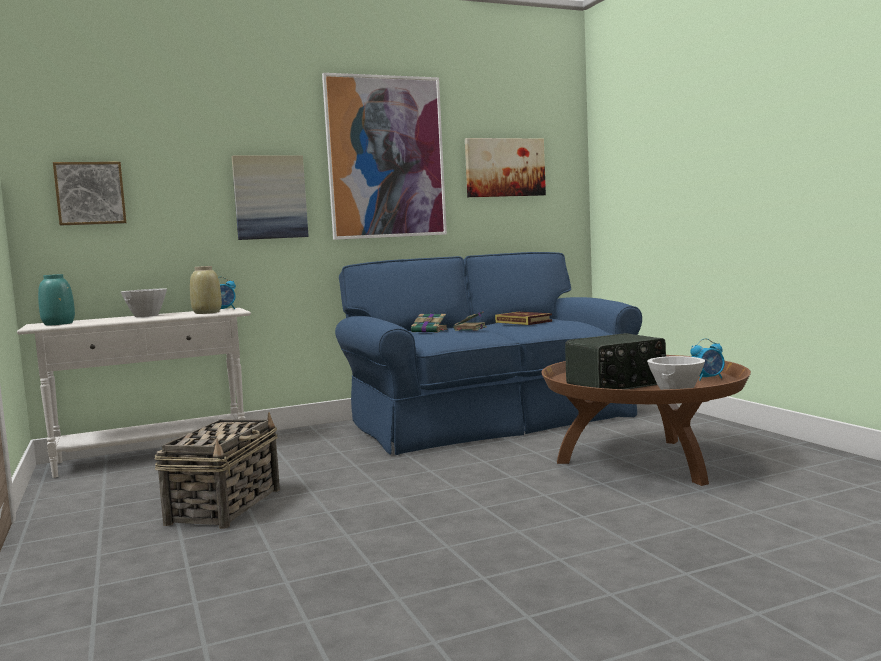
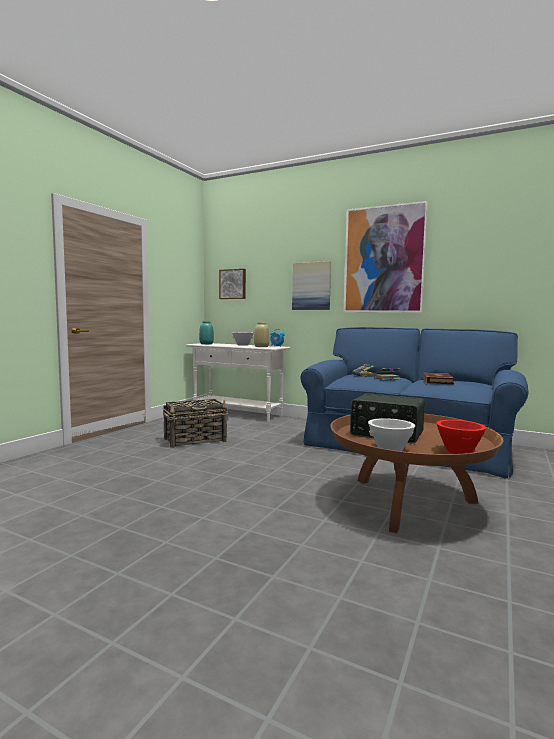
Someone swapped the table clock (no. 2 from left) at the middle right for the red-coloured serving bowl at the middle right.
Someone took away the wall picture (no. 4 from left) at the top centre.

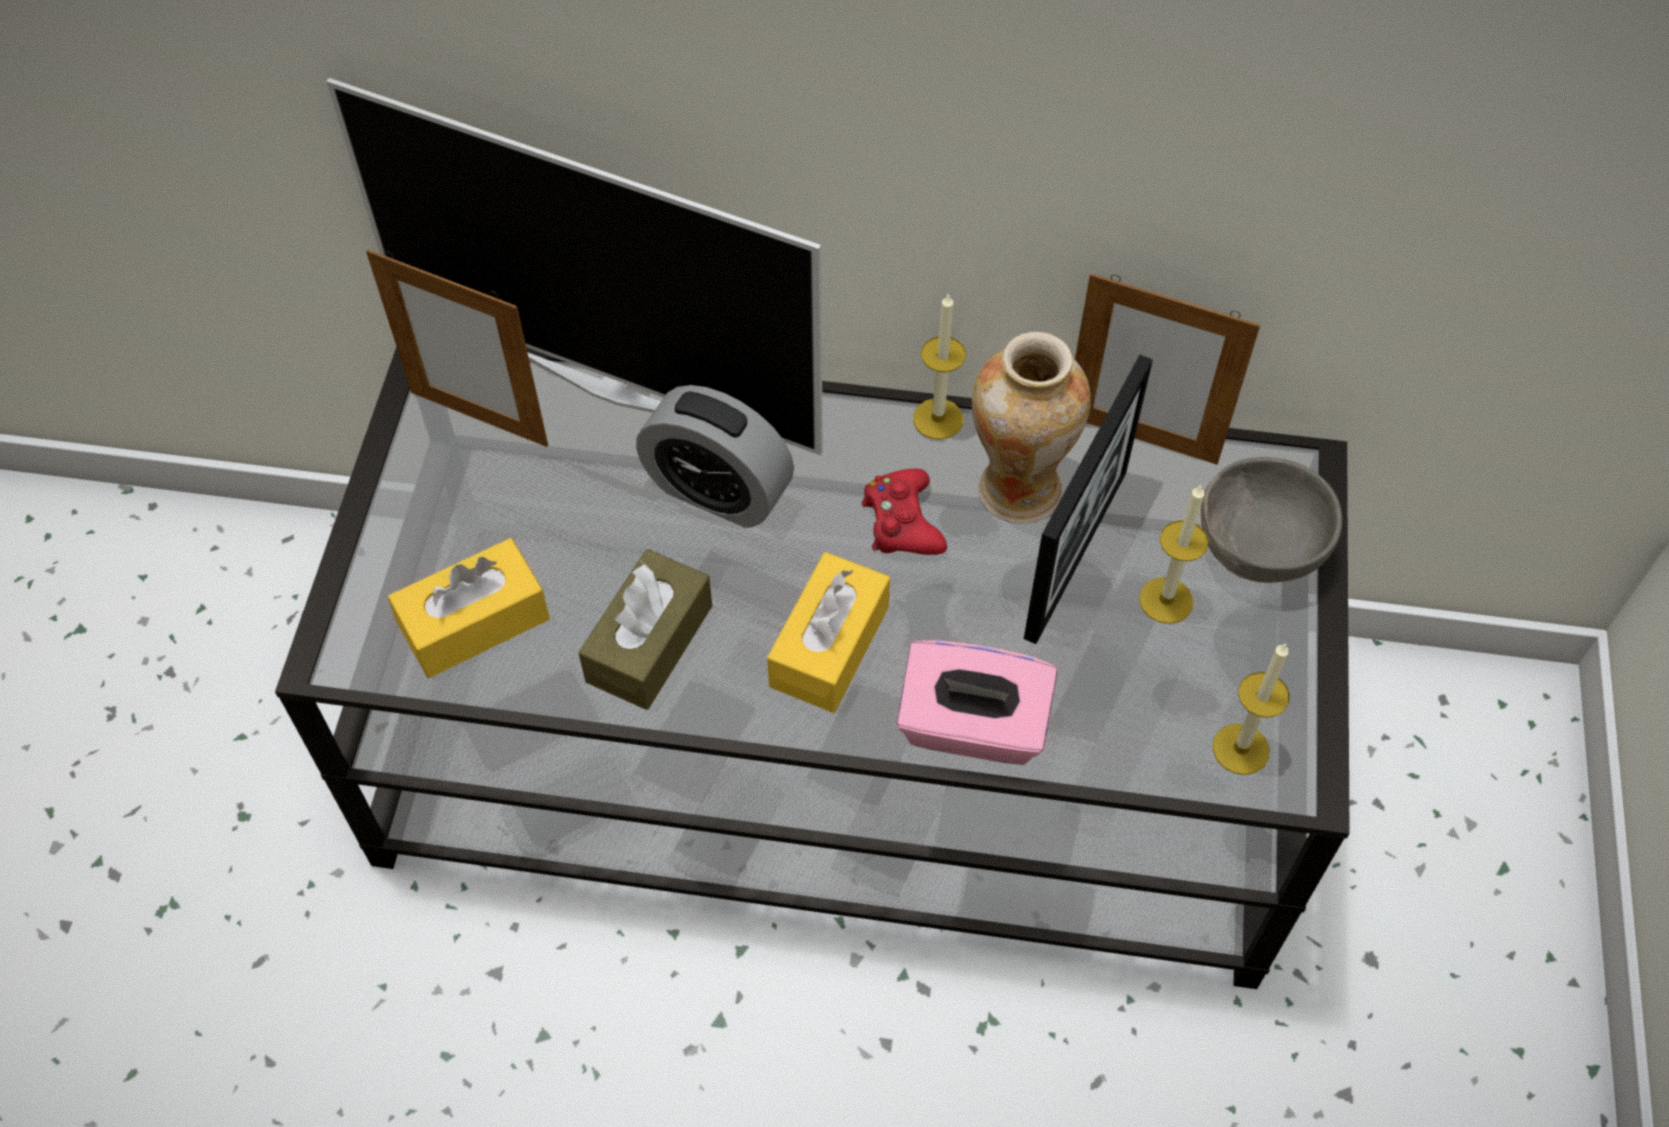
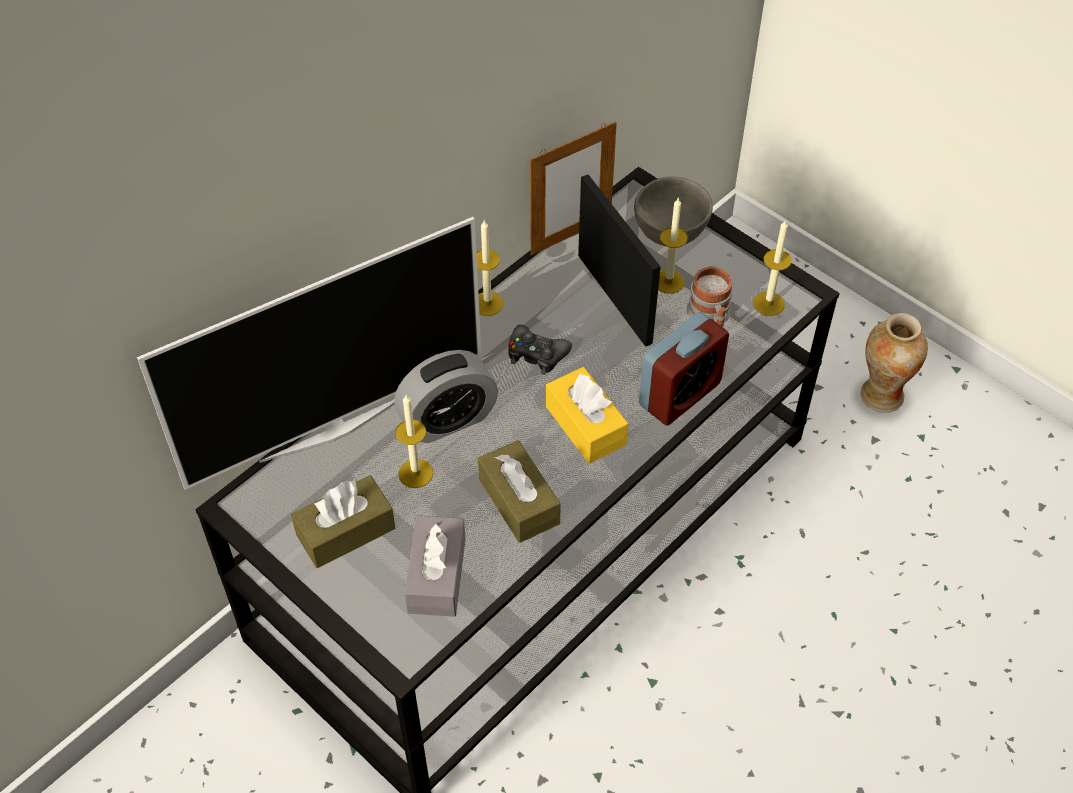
Someone put down the brownish box of tissues (no. 1 from left) at the middle left.
Someone put down the candle (no. 1 from left) at the centre.
Someone repainted the yellowish box of tissues (no. 1 from left) at the middle left, which became the greyish box of tissues at the bottom centre.
Someone repainted the red-coloured game controller at the centre, which became the black game controller at the centre.
Someone swapped the pink-coloured box of tissues at the centre for the table clock (no. 2 from left) at the centre.
Someone put down the coffee mug at the centre.
Someone carried the decorative vase from the centre to the middle right.
Someone took away the photo frame (no. 1 from left) at the top left.

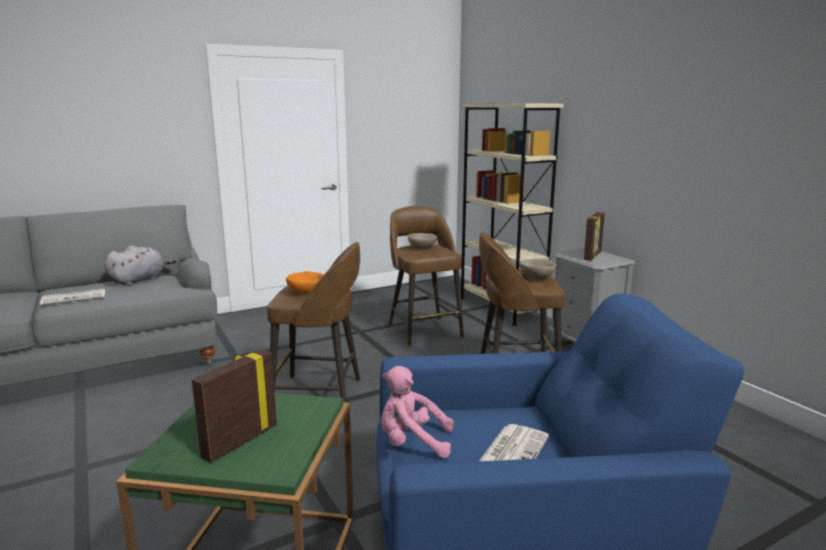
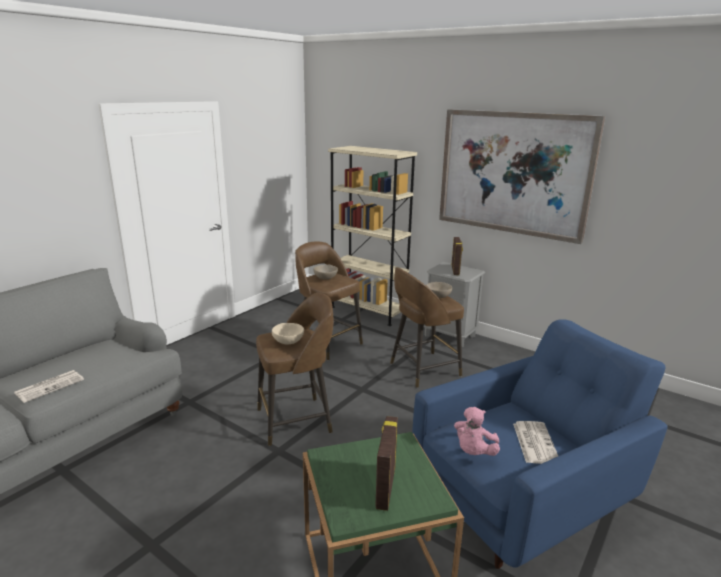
Someone repainted the orange-coloured serving bowl at the centre, which became the sand-coloured serving bowl (no. 1 from left) at the centre.
Someone put up the wall picture at the top right.
Someone rotated the pink-coloured soft toy at the bottom centre by 45 degrees counterclockwise.
Someone took away the greyish soft toy at the middle left.

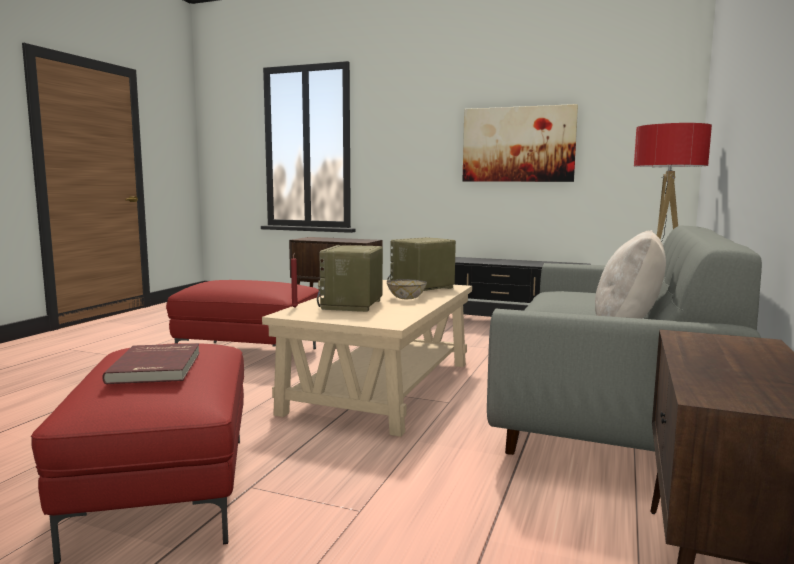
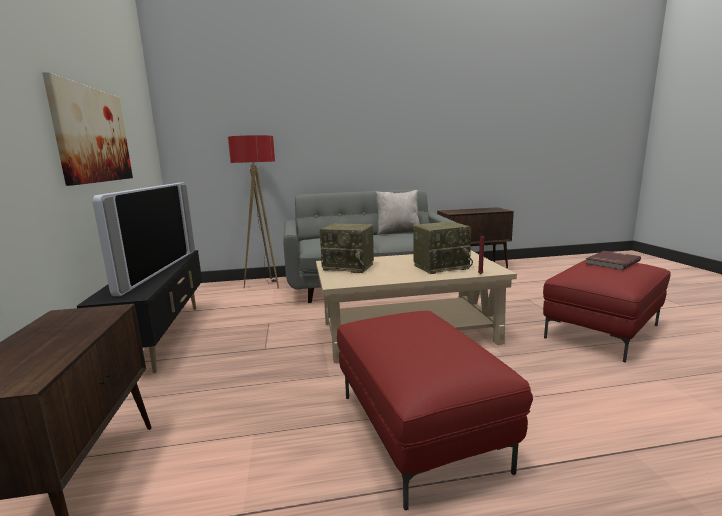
Someone put down the TV set at the middle left.
Someone took away the serving bowl at the centre.

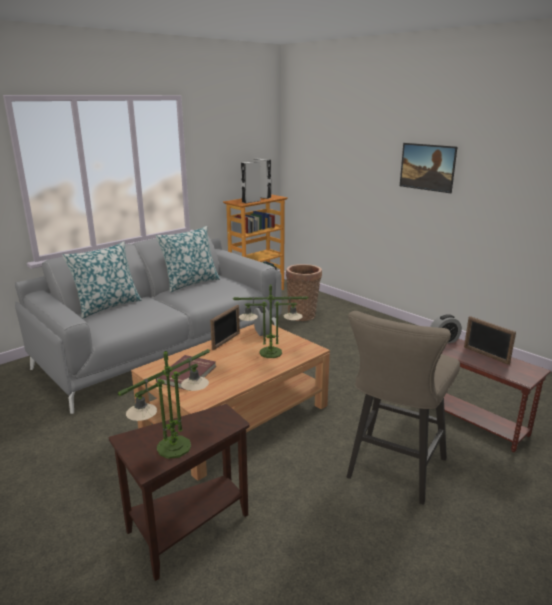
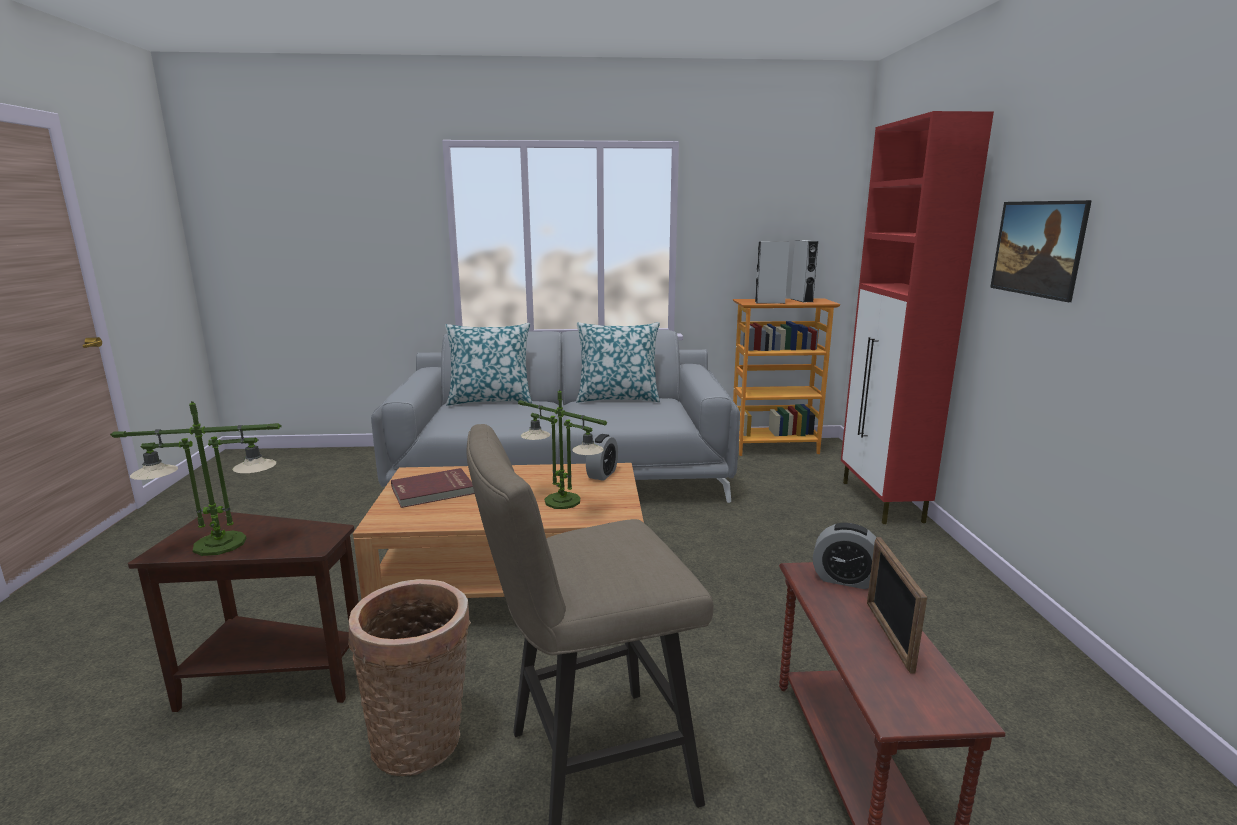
Someone carried the storage basket from the centre to the bottom left.
Someone put down the red-coloured storage cabinet at the middle right.
Someone took away the photo frame (no. 1 from left) at the centre.

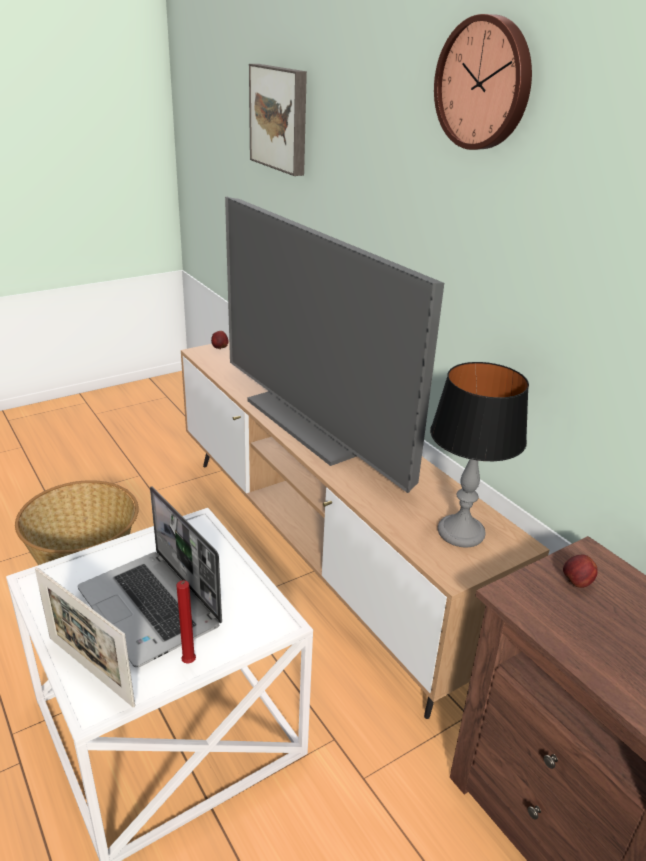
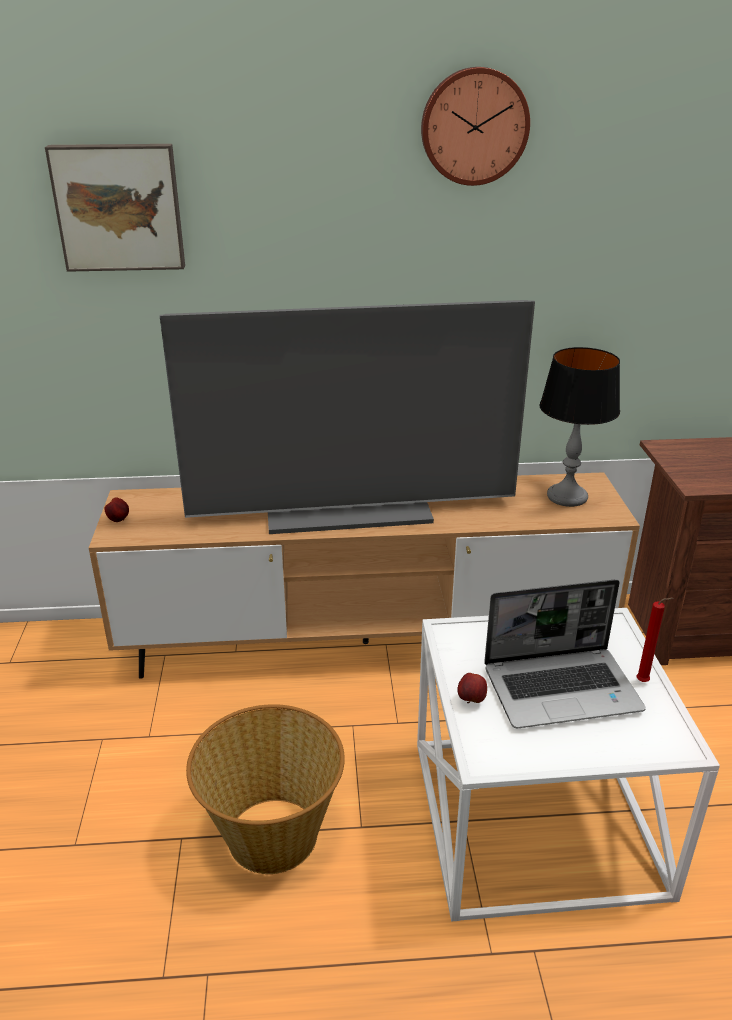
Someone carried the apple (no. 2 from left) from the middle right to the bottom centre.
Someone took away the photo frame at the bottom left.

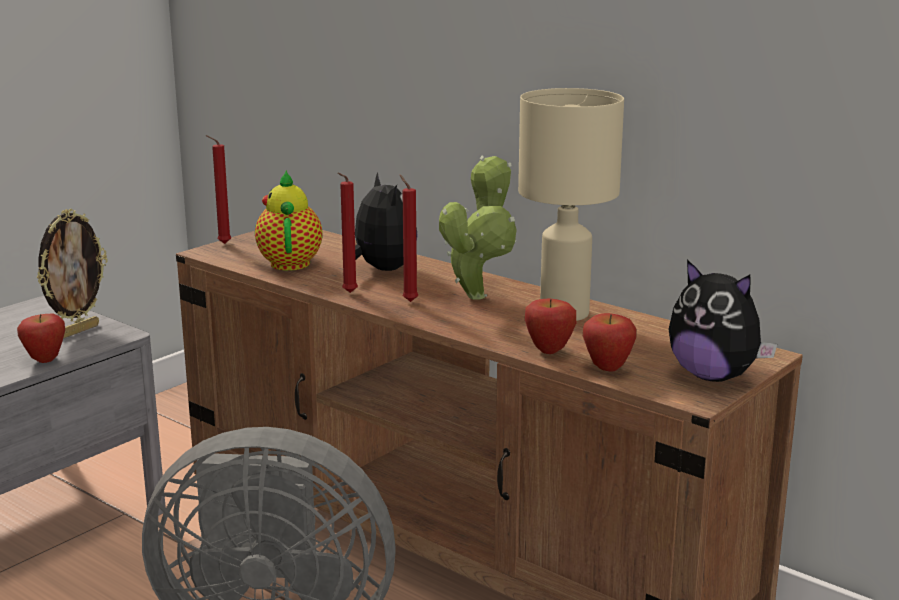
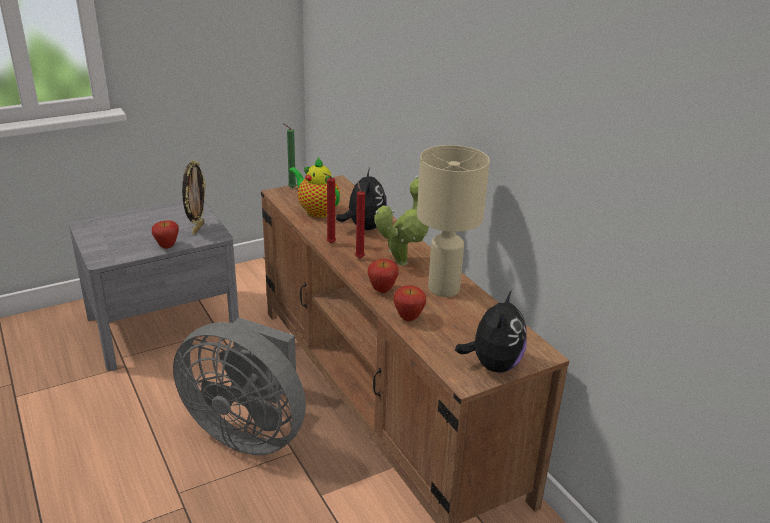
Someone rotated the photo frame at the middle left by 45 degrees counterclockwise.
Someone repainted the red-coloured candle (no. 1 from left) at the top left, which became the green-coloured candle at the top centre.
Someone rotated the pot for tea at the middle left by 60 degrees counterclockwise.
Someone carried the apple (no. 3 from left in the first image) from the middle right to the centre.
Someone rotated the soft toy (no. 2 from left) at the middle right by 135 degrees counterclockwise.

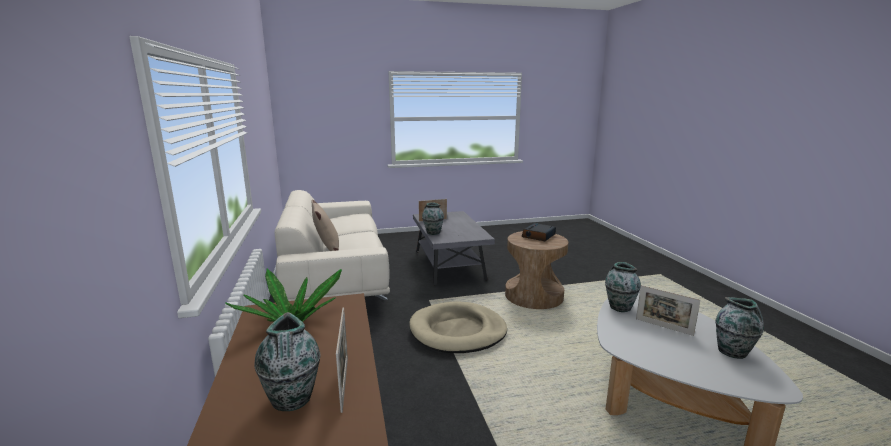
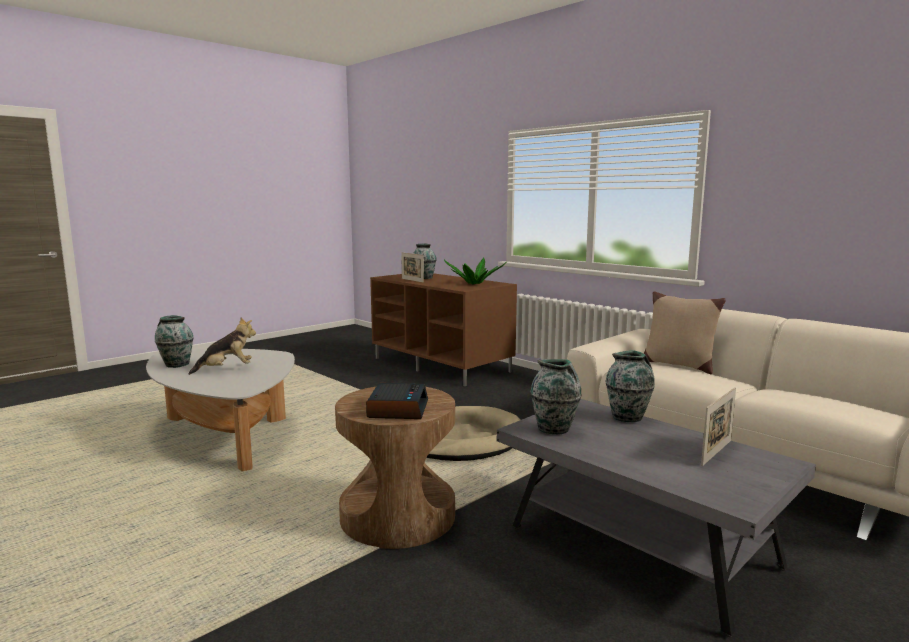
Someone swapped the photo frame (no. 3 from left) at the bottom right for the soft toy at the middle left.
Someone carried the decorative vase (no. 3 from left) from the middle right to the centre.

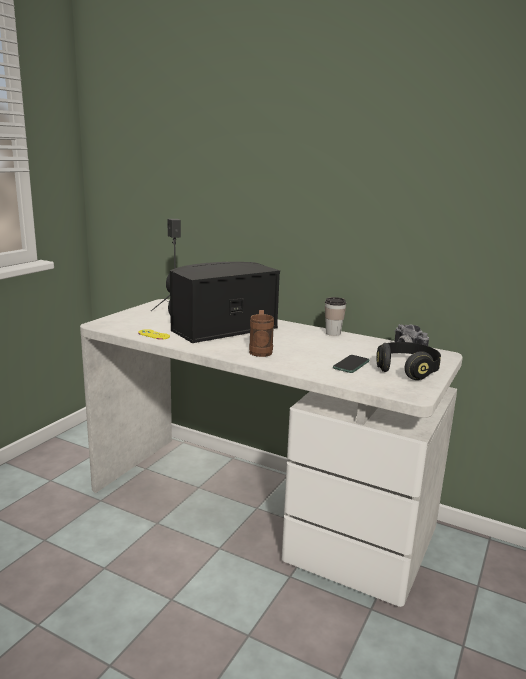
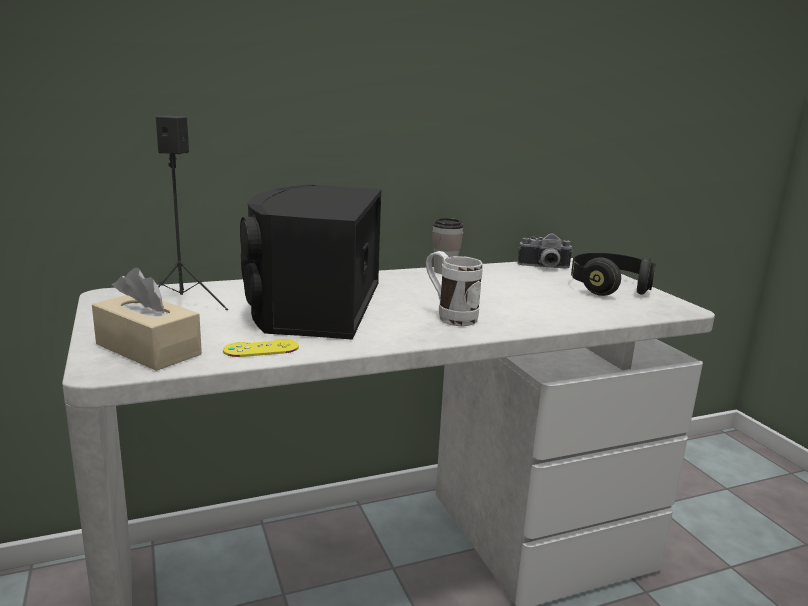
Someone put down the sand-coloured box of tissues at the middle left.
Someone repainted the brownish coffee mug at the centre, which became the white coffee mug at the centre.
Someone took away the telephone at the middle right.

